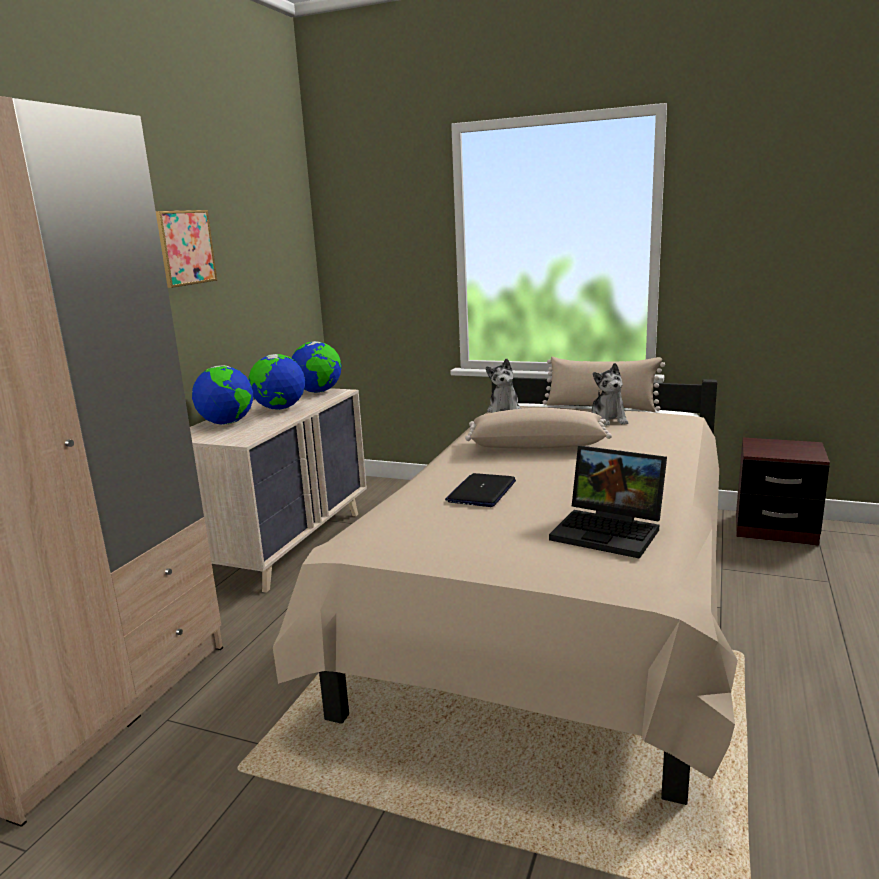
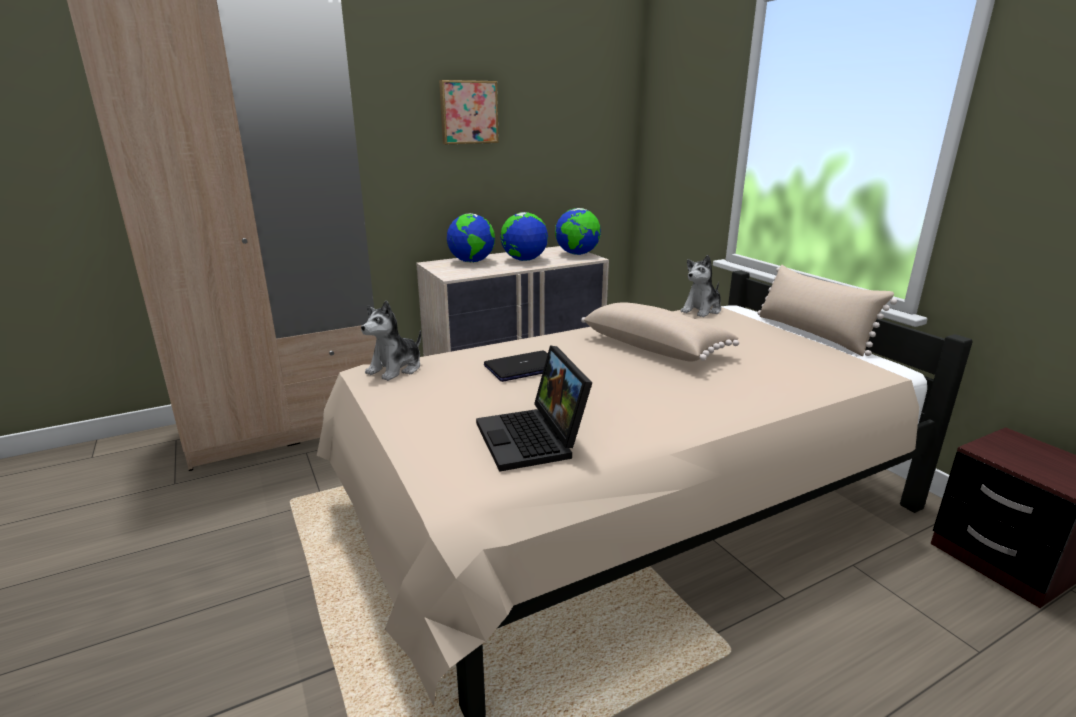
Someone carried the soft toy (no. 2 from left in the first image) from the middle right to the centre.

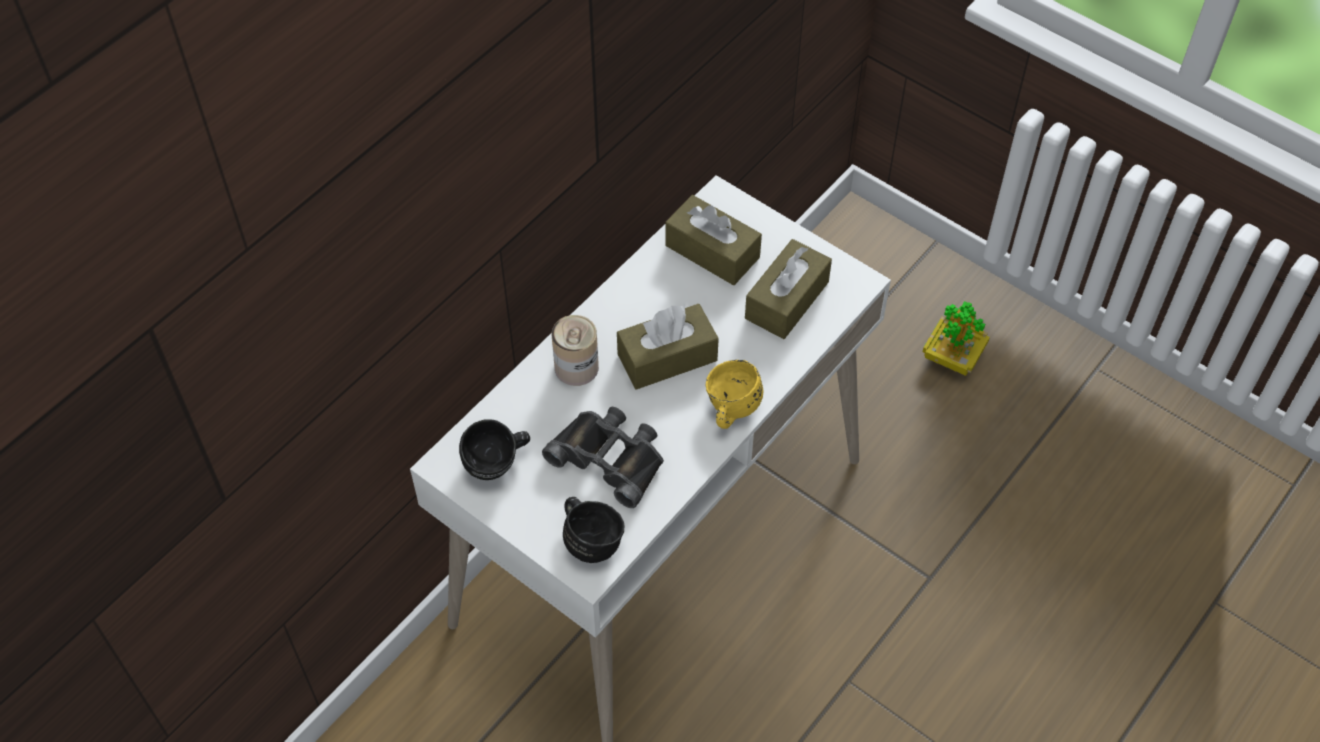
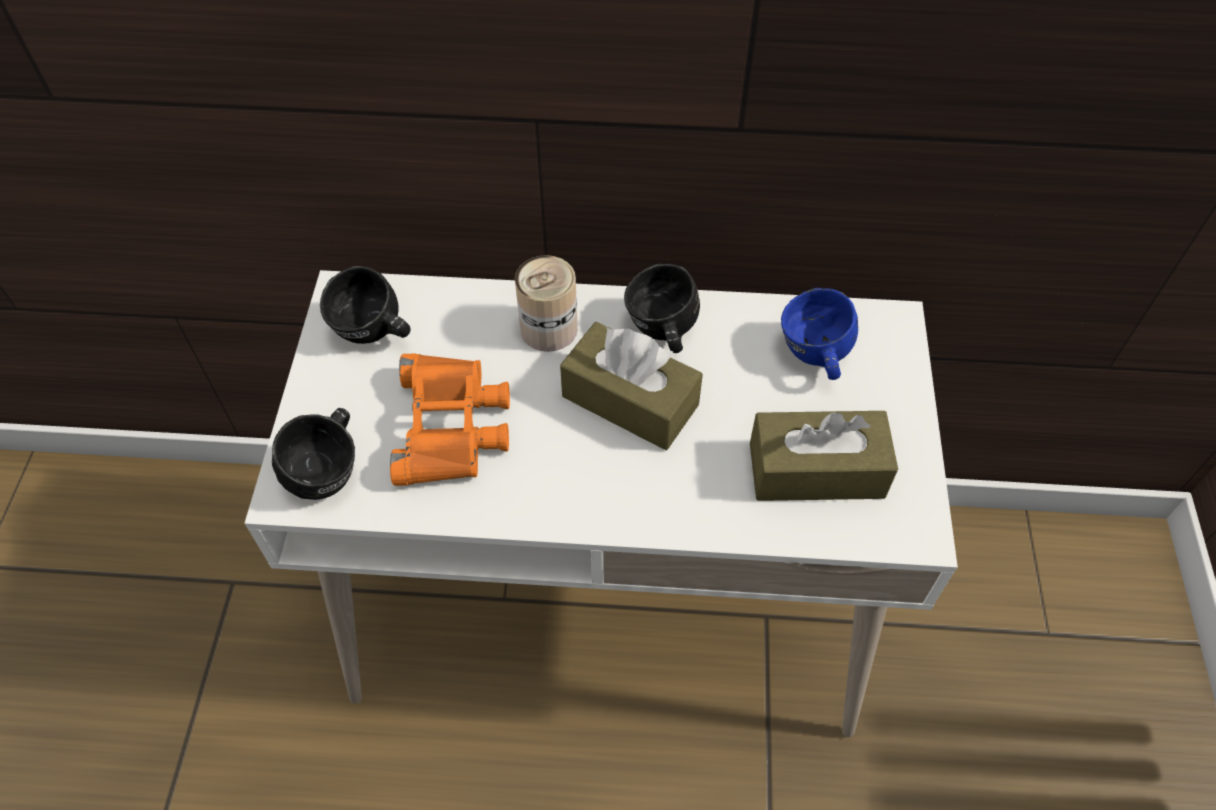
Someone repainted the black field glasses at the centre, which became the orange-coloured field glasses at the centre.
Someone put down the black coffee mug (no. 3 from left) at the centre.
Someone swapped the brownish box of tissues (no. 2 from left) at the top centre for the blue-coloured coffee mug at the middle right.
Someone took away the yellowish coffee mug at the centre.
Someone took away the potted plant at the middle right.

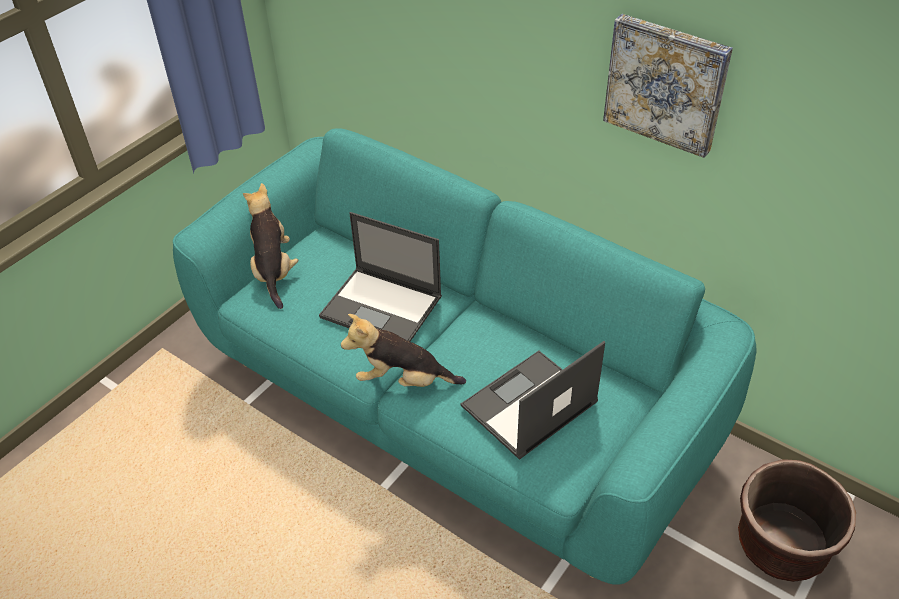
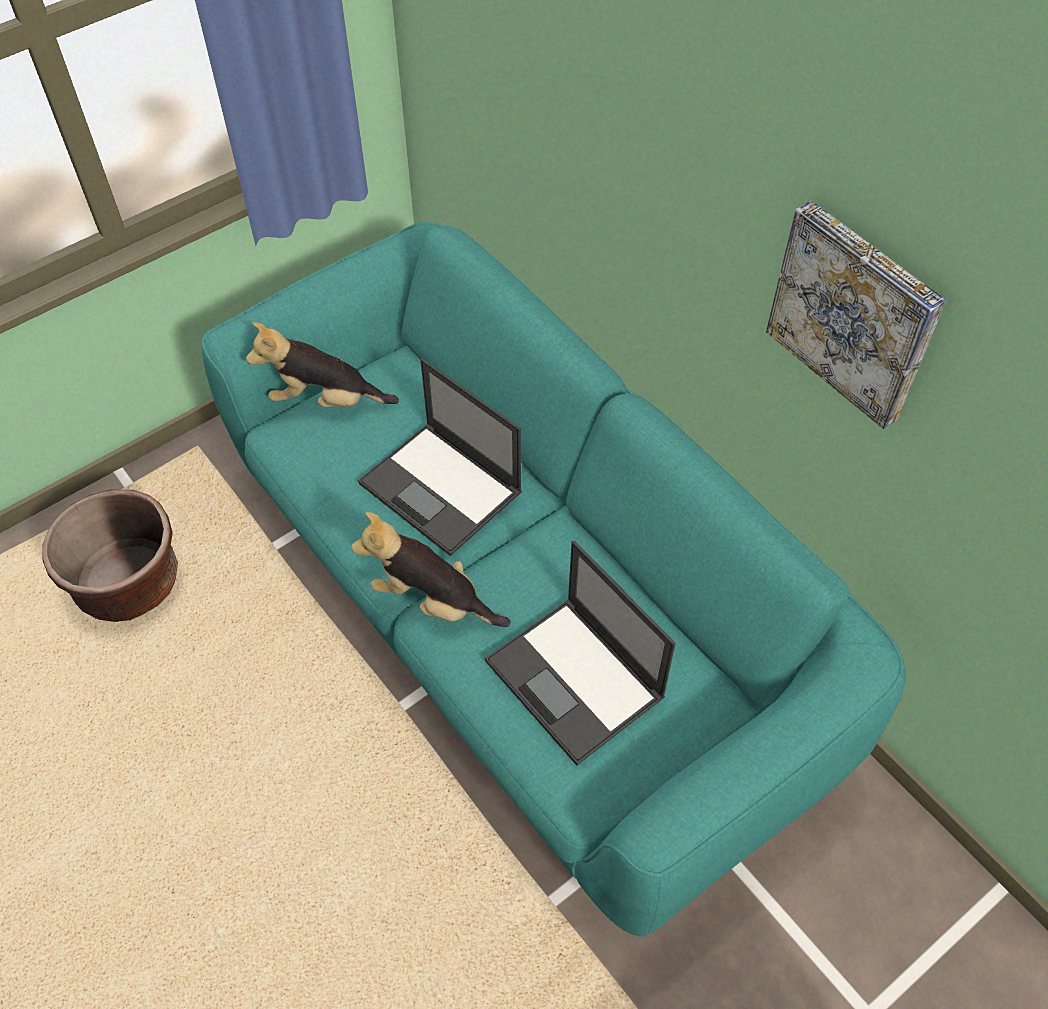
Someone carried the brownish flower pot from the bottom right to the middle left.
Someone rotated the soft toy (no. 1 from left) at the middle left by 90 degrees counterclockwise.
Someone rotated the laptop (no. 2 from left) at the bottom centre by 105 degrees counterclockwise.

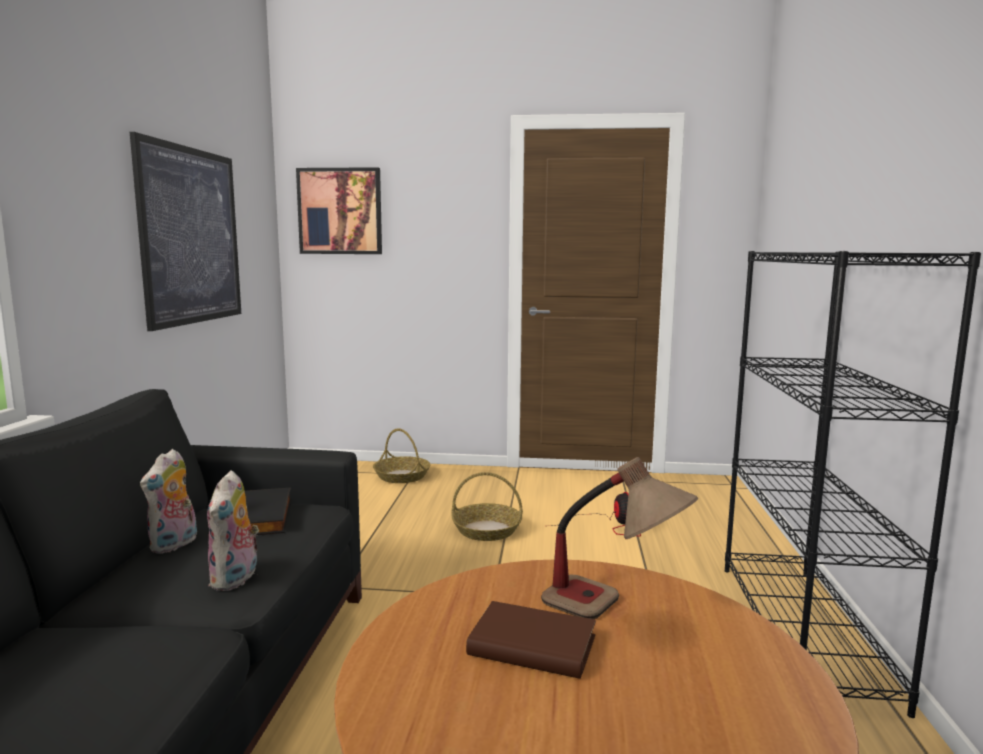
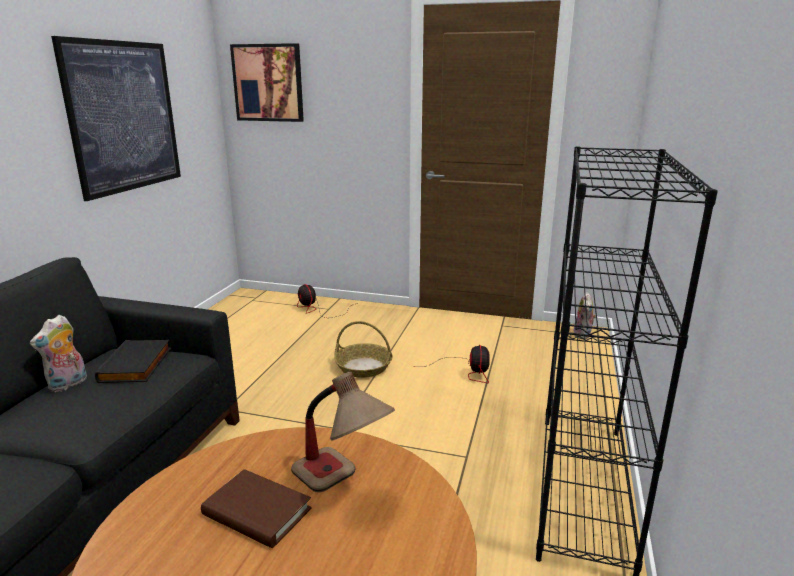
Someone swapped the storage basket (no. 1 from left) at the centre for the electric fan (no. 1 from left) at the centre.
Someone carried the soft toy (no. 2 from left) from the bottom left to the middle right.

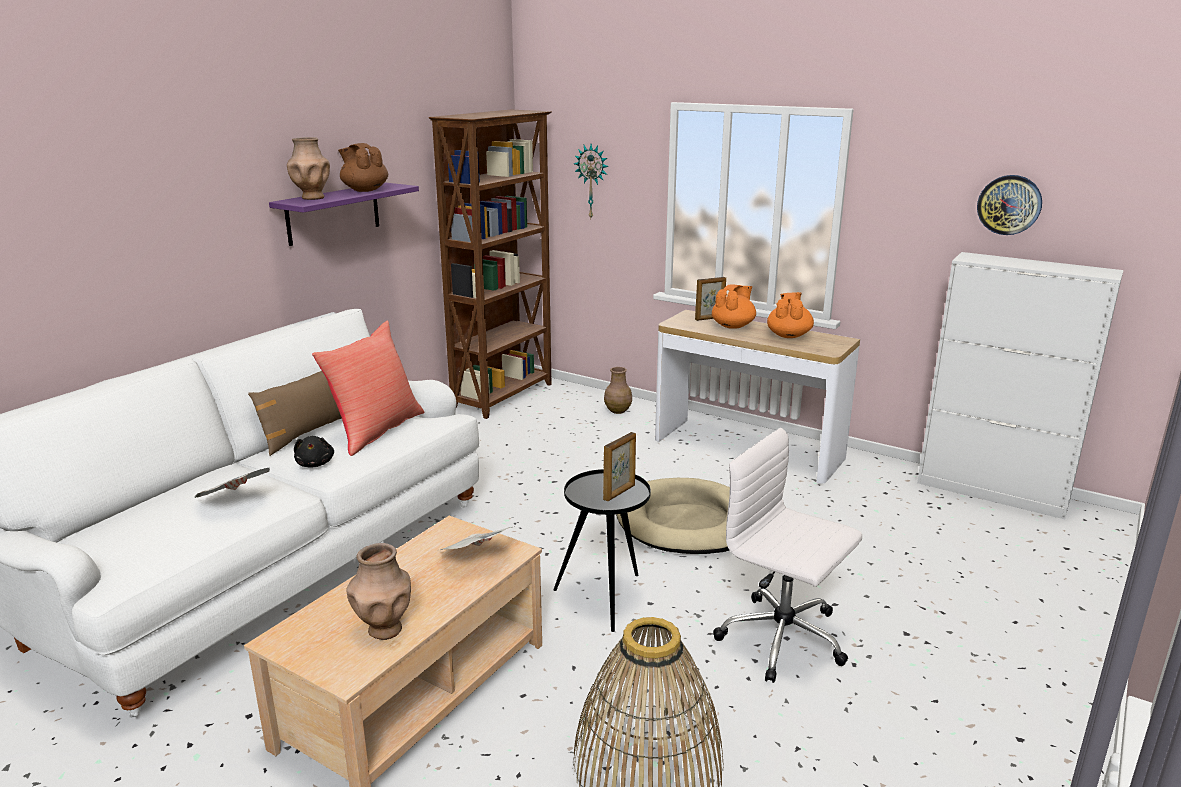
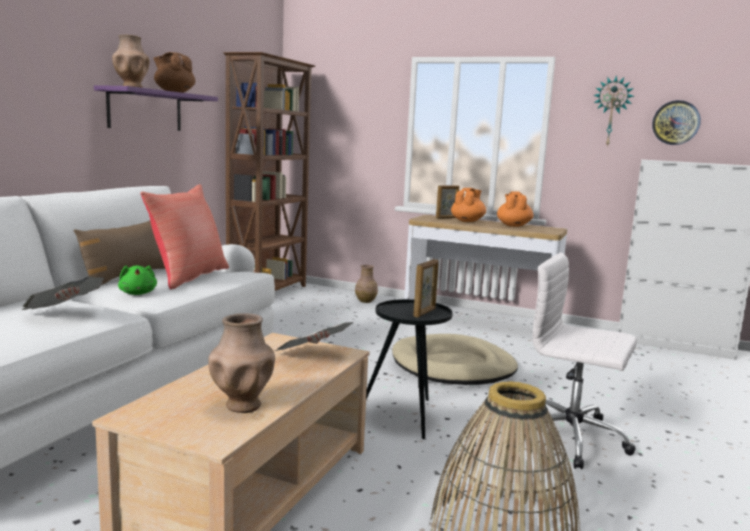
Someone repainted the black soft toy at the middle left, which became the green-coloured soft toy at the middle left.
Someone carried the wall clock (no. 1 from left) from the top centre to the top right.

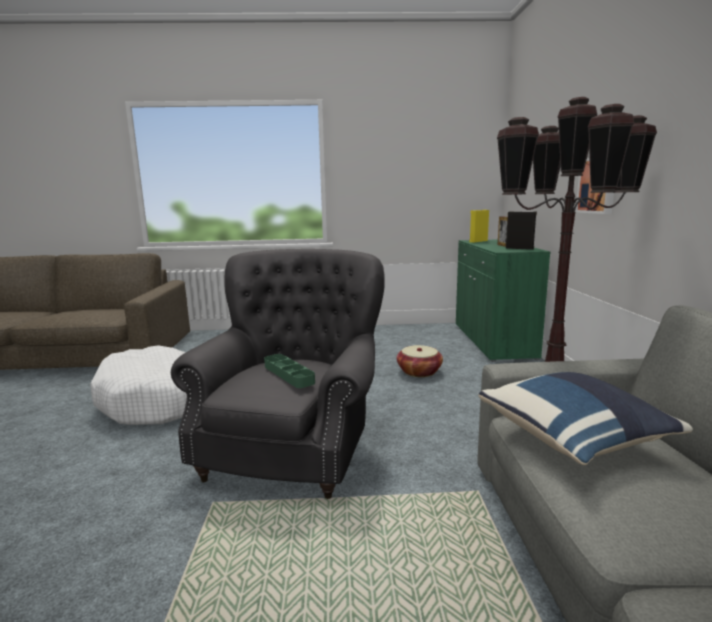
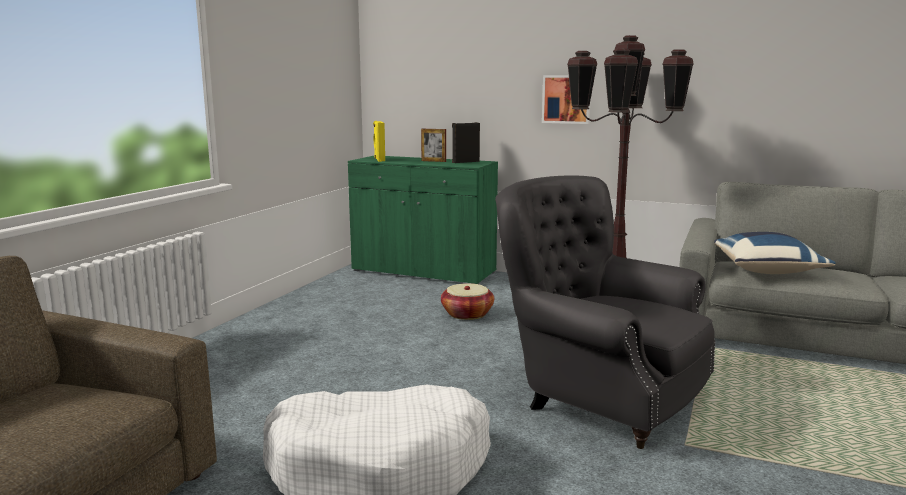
Someone took away the green-coloured carrying tray at the centre.

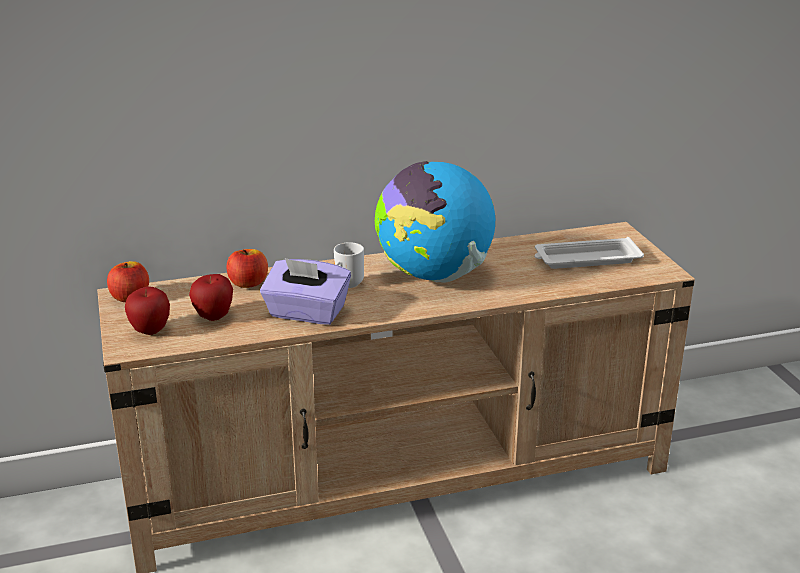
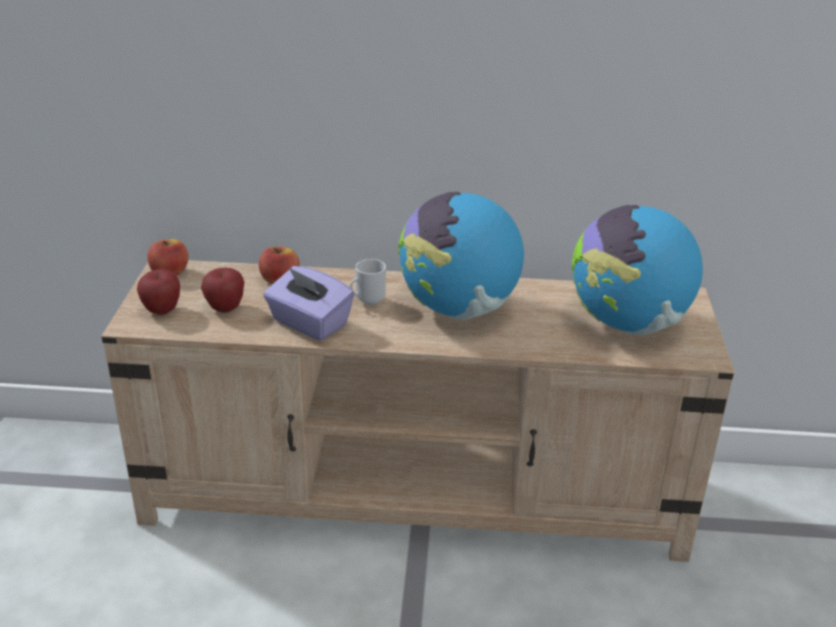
Someone swapped the white carrying tray at the middle right for the world globe (no. 2 from left) at the middle right.

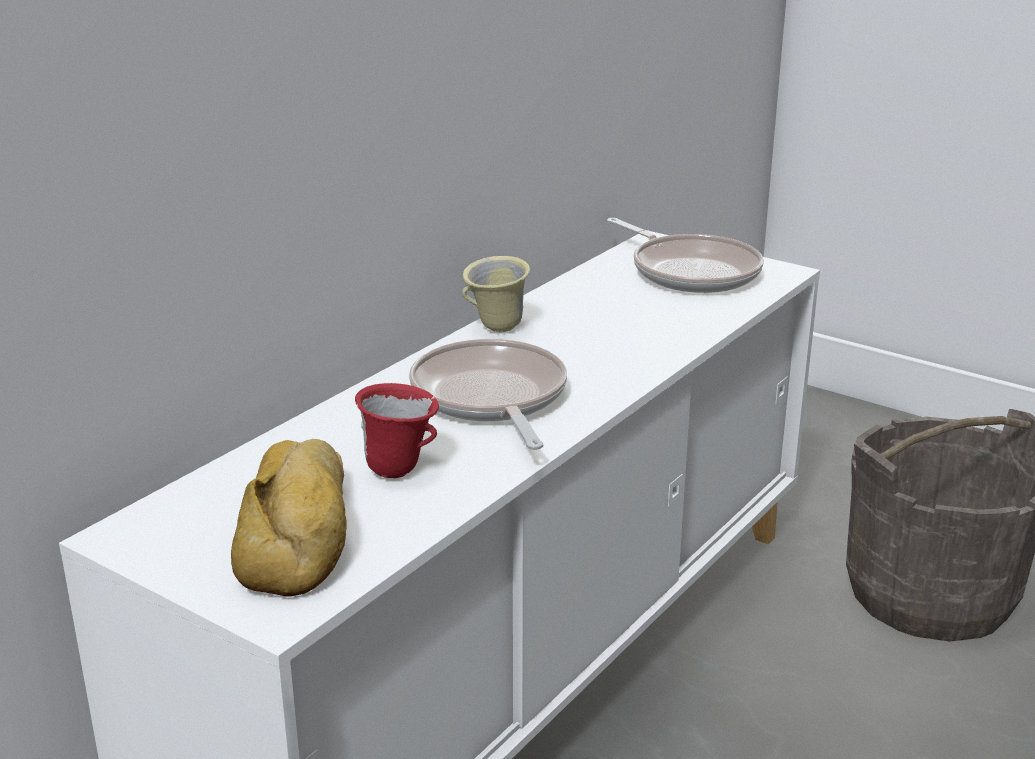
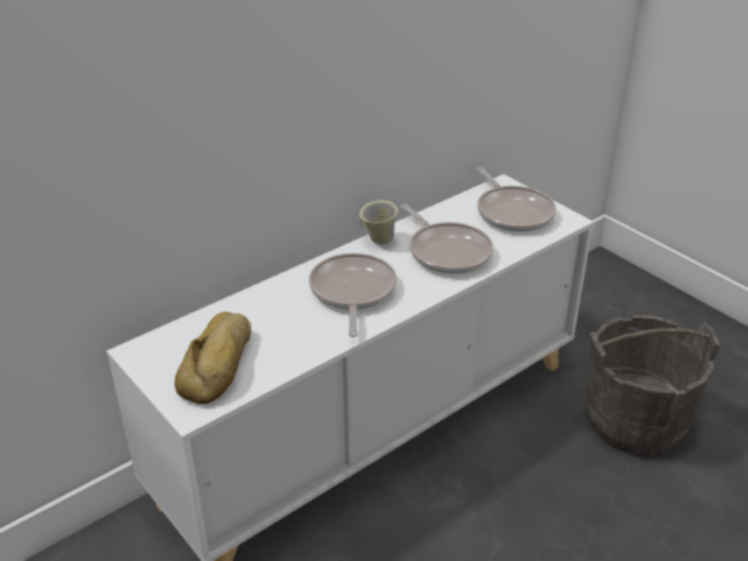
Someone put down the frying pan (no. 2 from left) at the centre.
Someone took away the red-coloured coffee mug at the centre.

